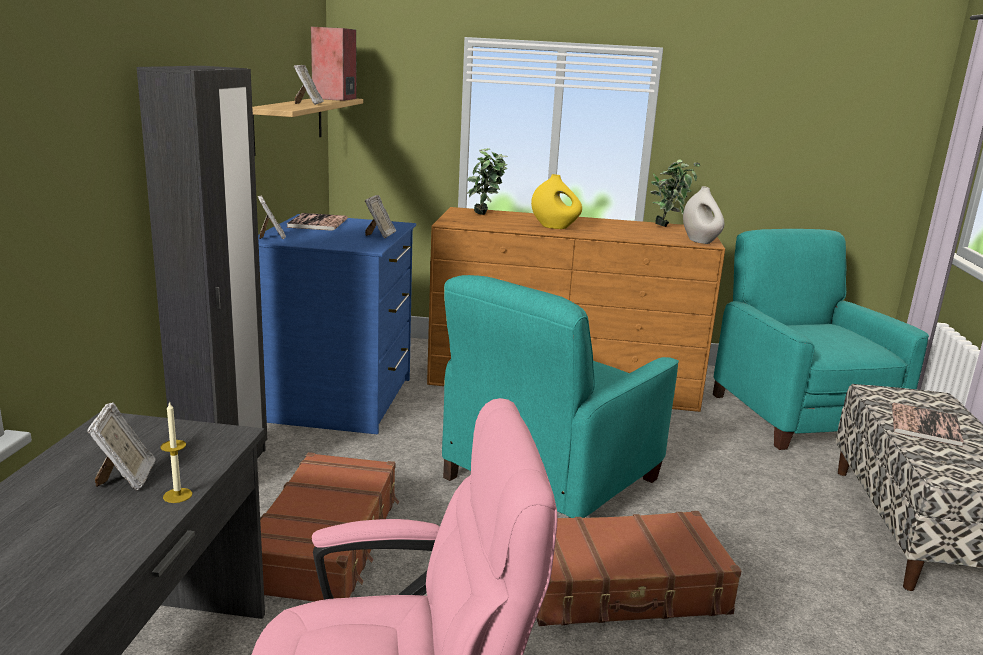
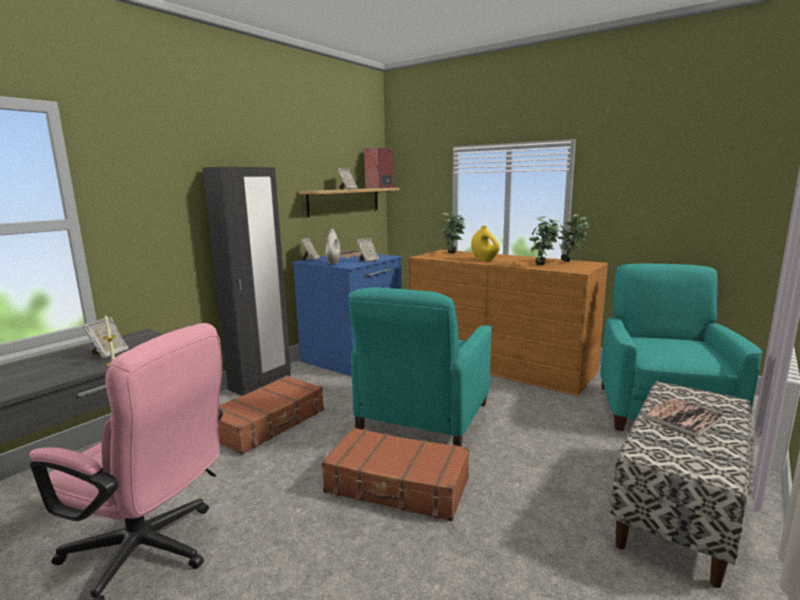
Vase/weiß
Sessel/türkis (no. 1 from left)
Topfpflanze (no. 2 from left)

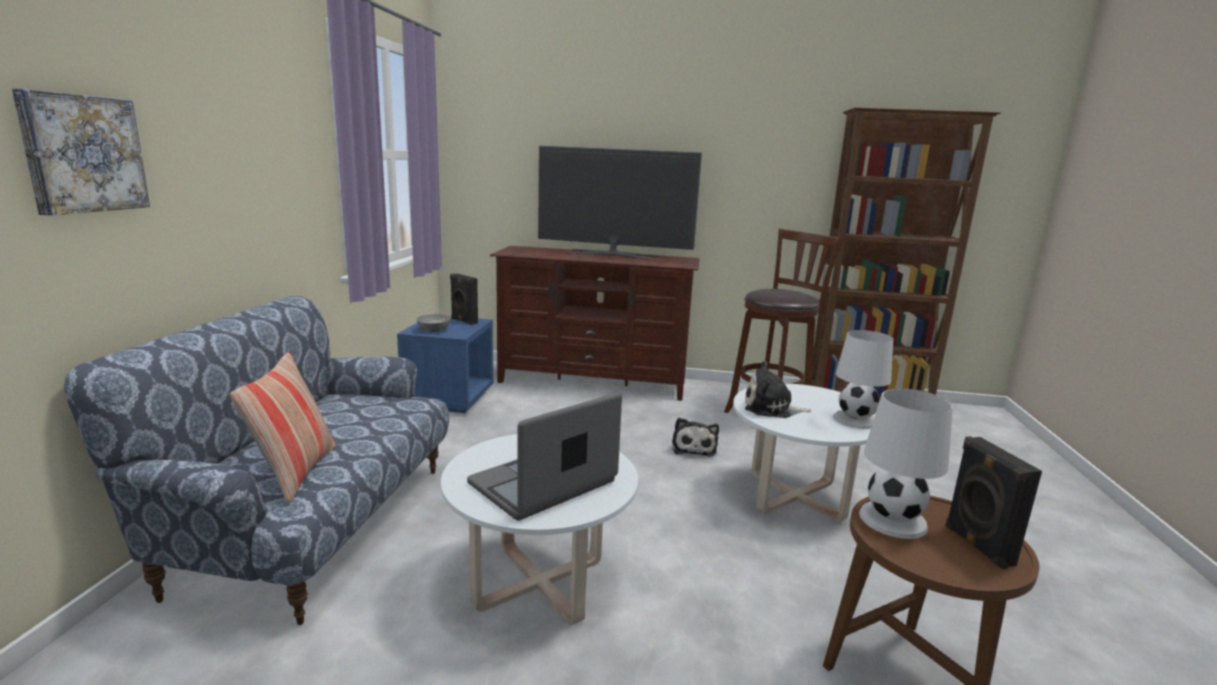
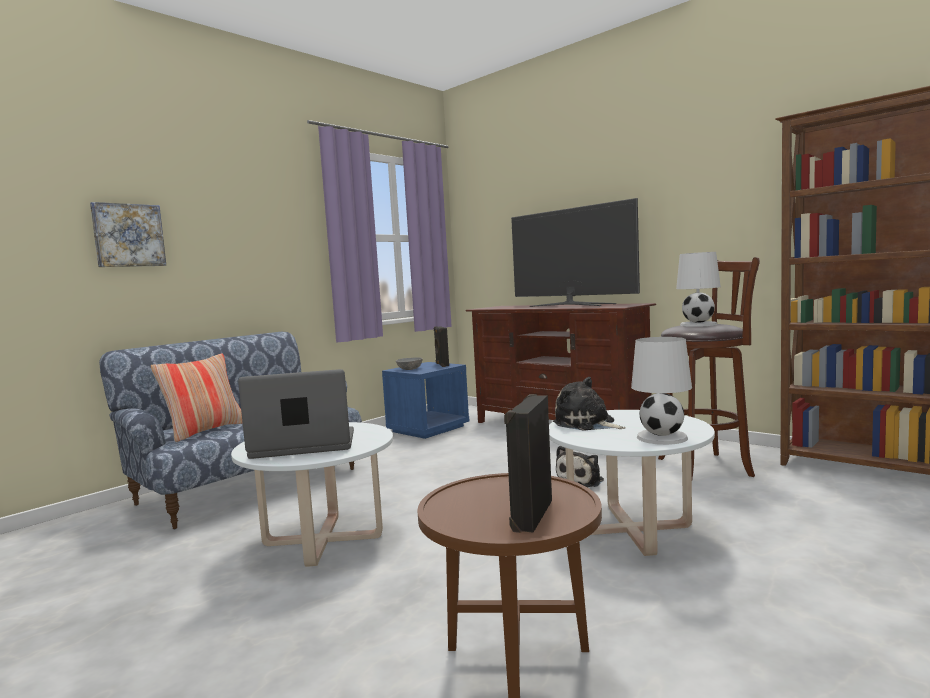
Tischlampe/weiß (no. 2 from left)

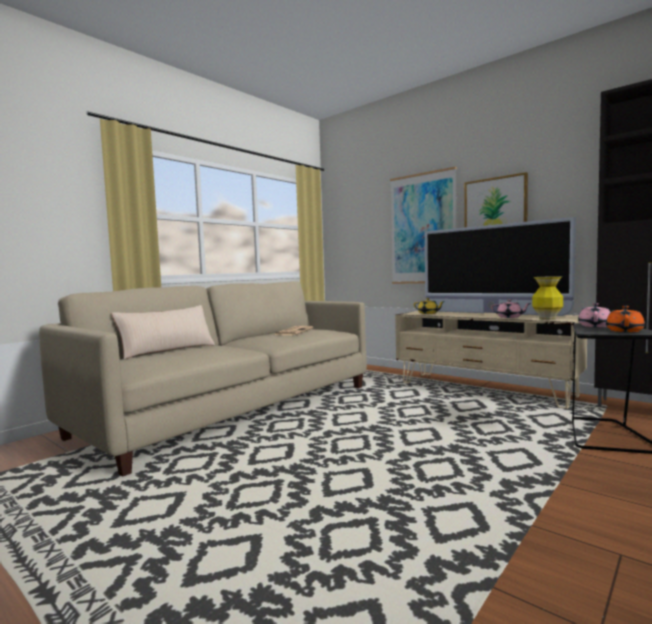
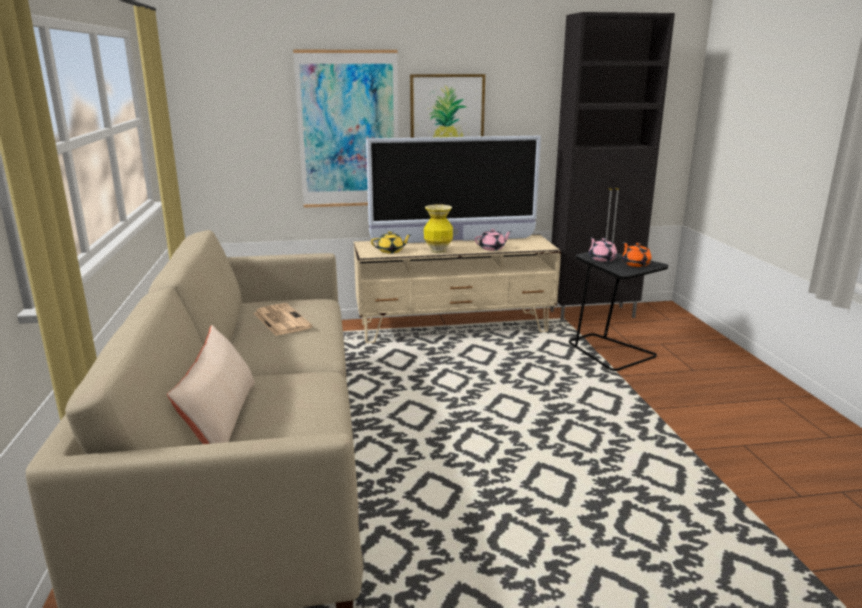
Vase

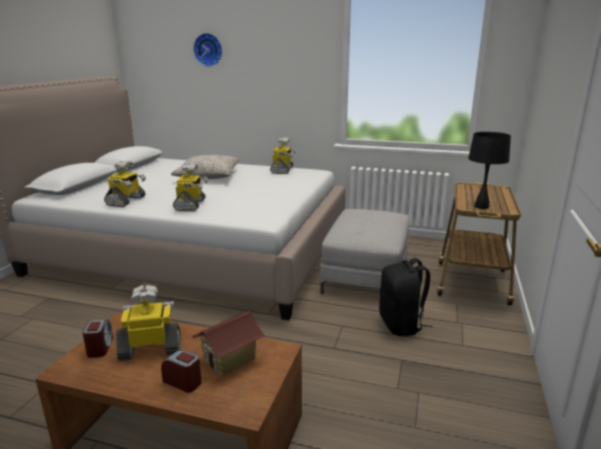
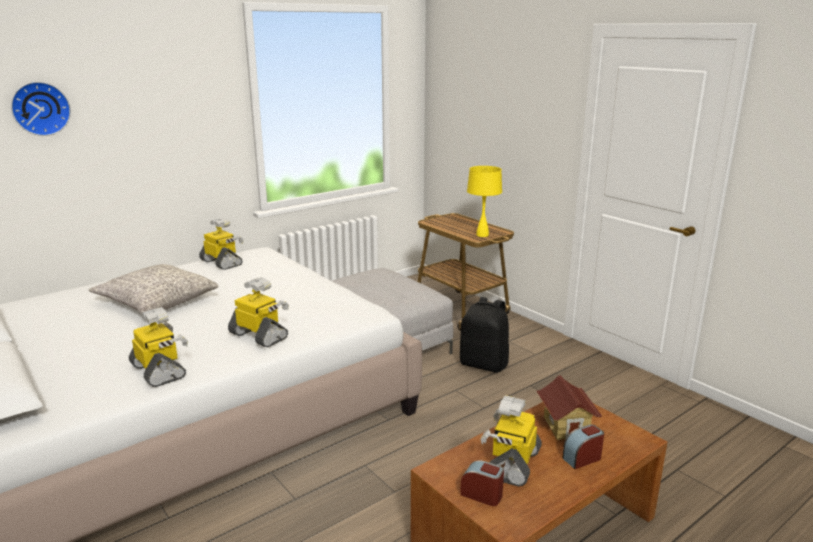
Tischlampe/gelb

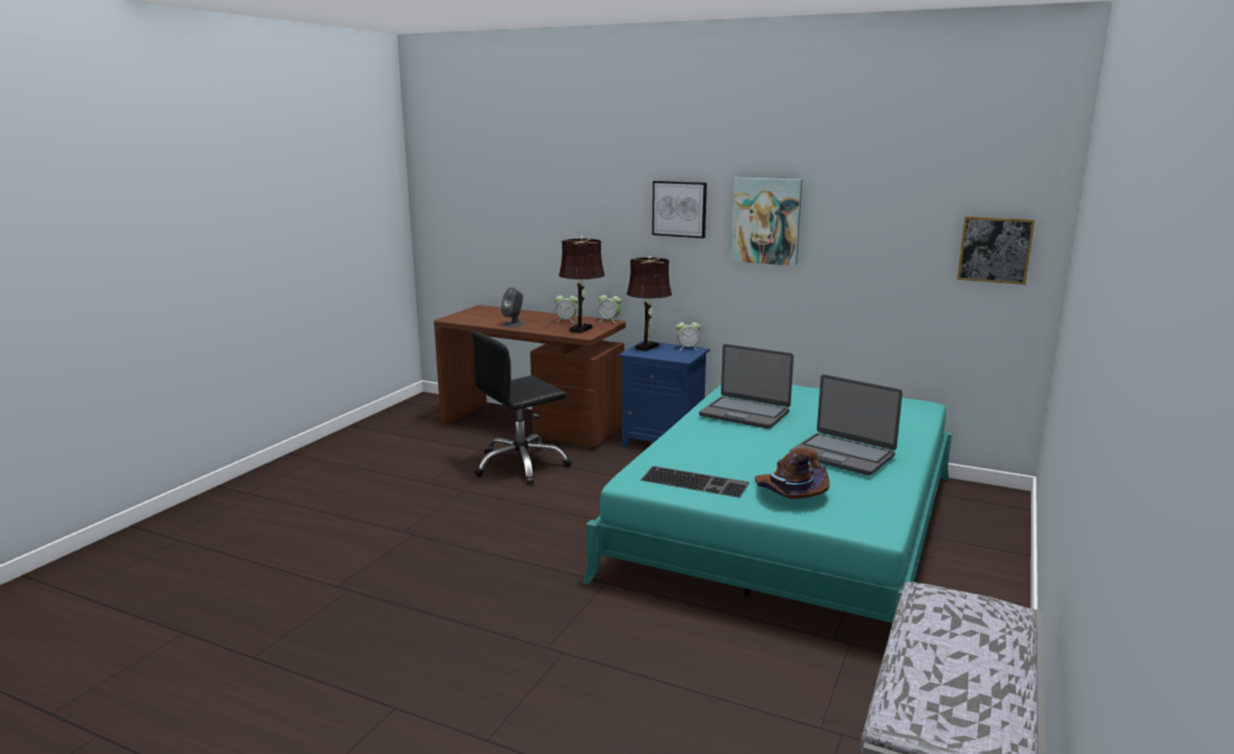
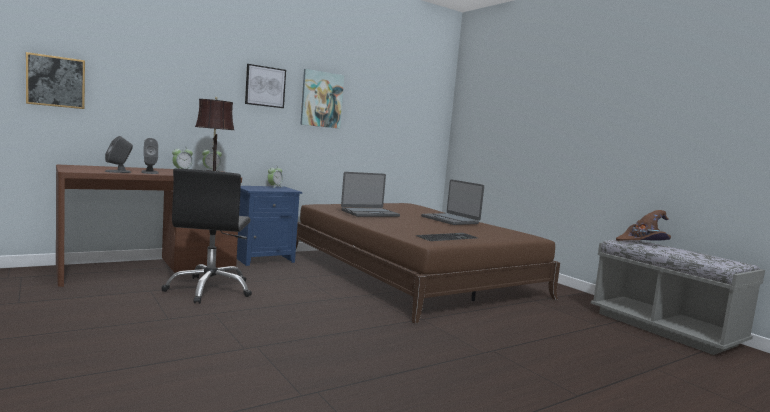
Bild (no. 1 from left)
Lautsprecher/grau (no. 1 from left)
Bett/braun
Laptop (no. 2 from left)
Hut/braun
Tischlampe/braun (no. 2 from left in the first image)

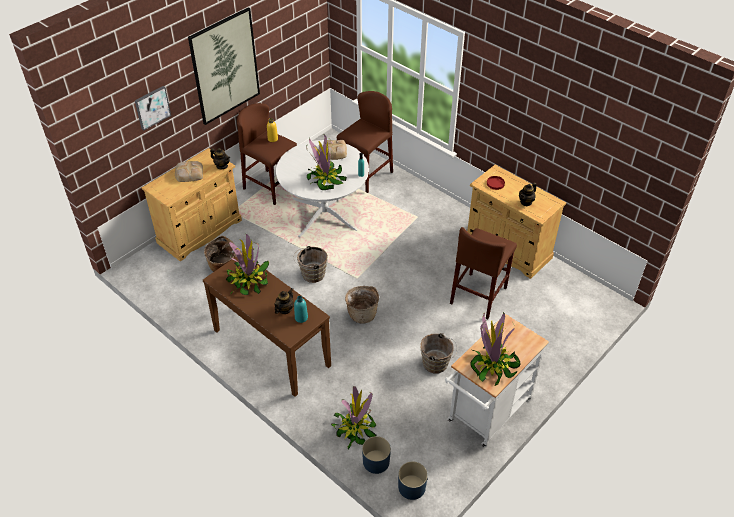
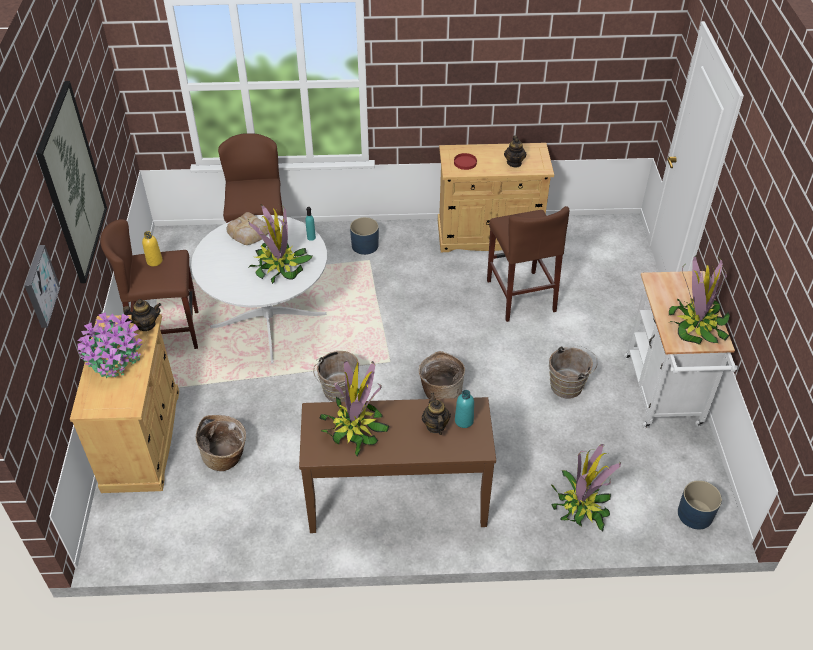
Topfpflanze (no. 1 from left)
Pflanzkübel/blau (no. 1 from left)

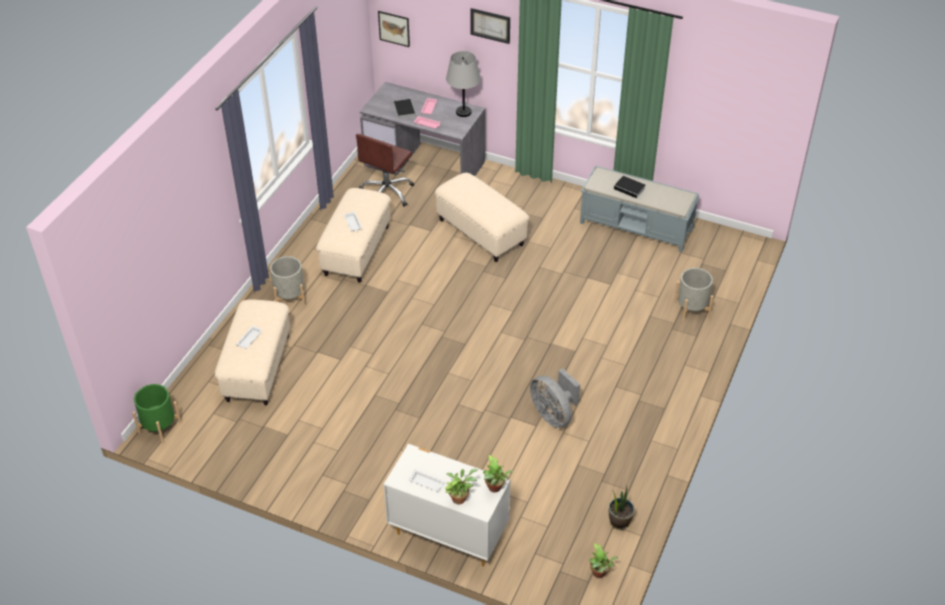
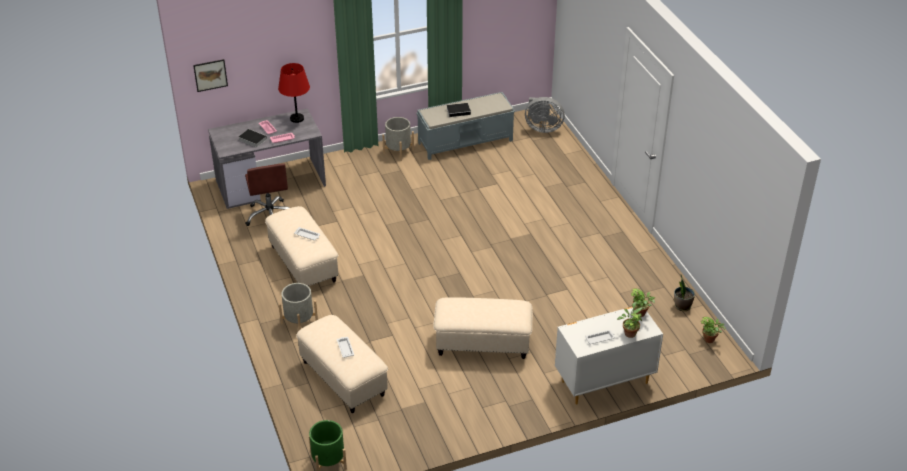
Tischlampe/rot
Pflanzkübel/grau (no. 2 from left)
Polsterhocker/beige (no. 3 from left)
Ventilator/grau
Bild (no. 2 from left in the first image)

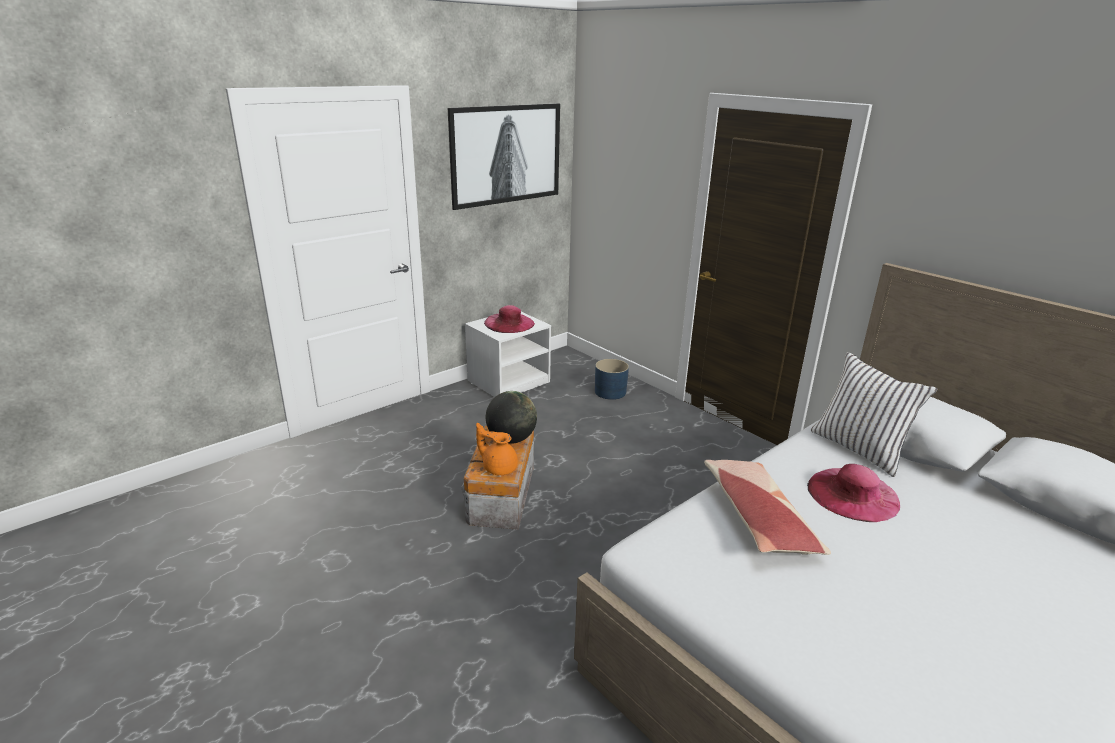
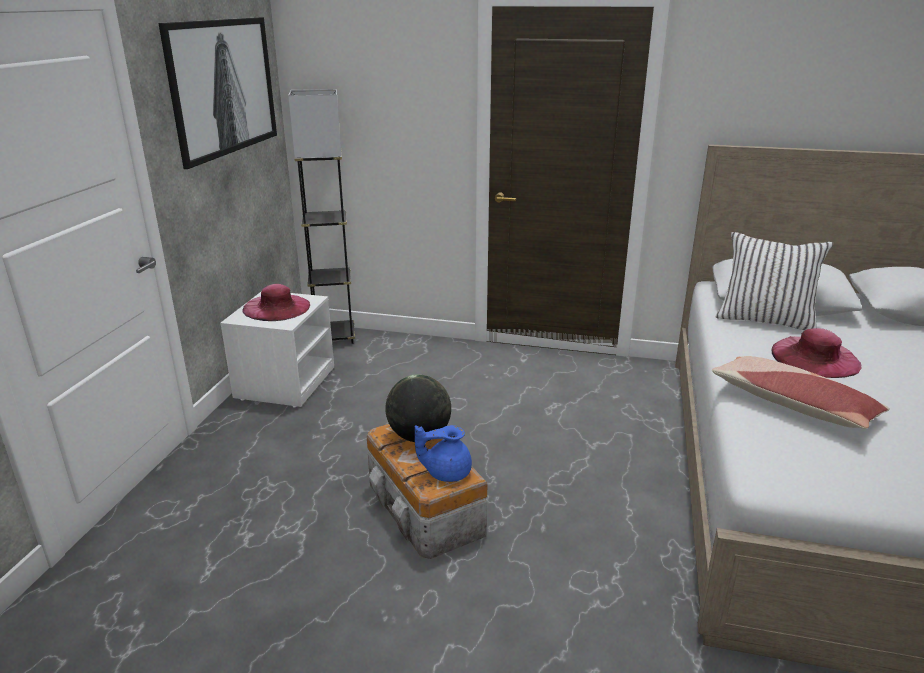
Stehlampe/grau
Teekanne/blau
Pflanzkübel/blau

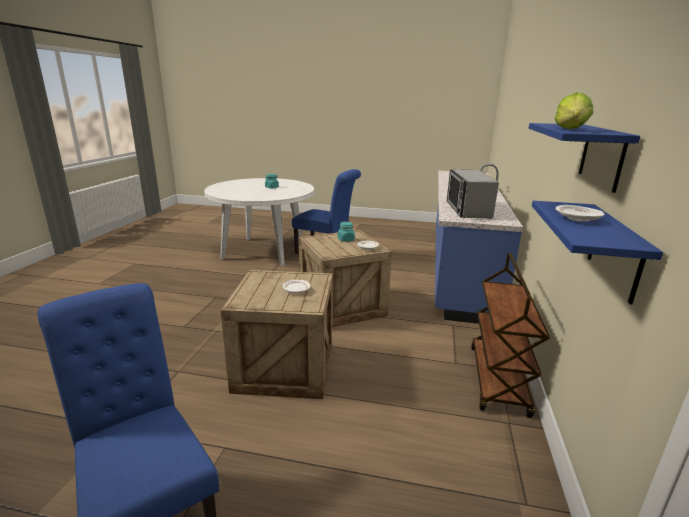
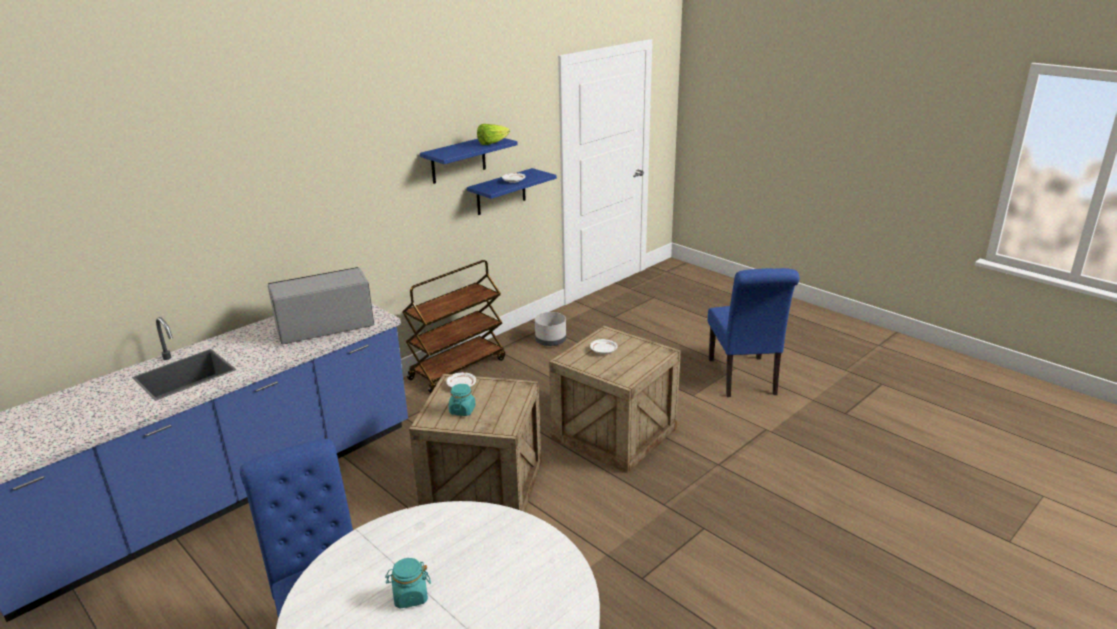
Mikrowelle
Pflanzkübel/grau

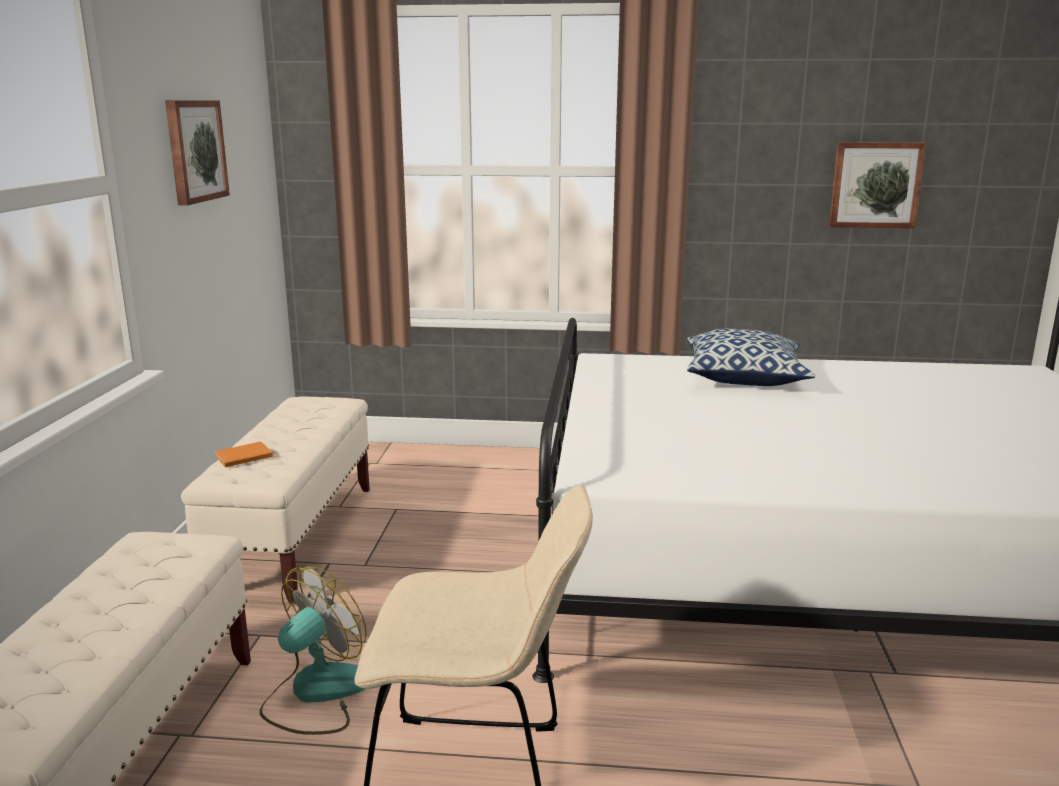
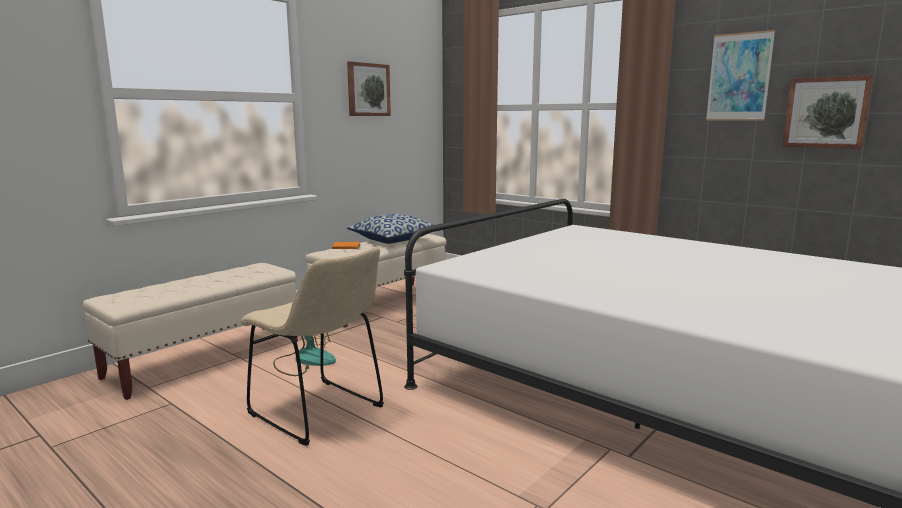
Kissen
Bild (no. 2 from left)

